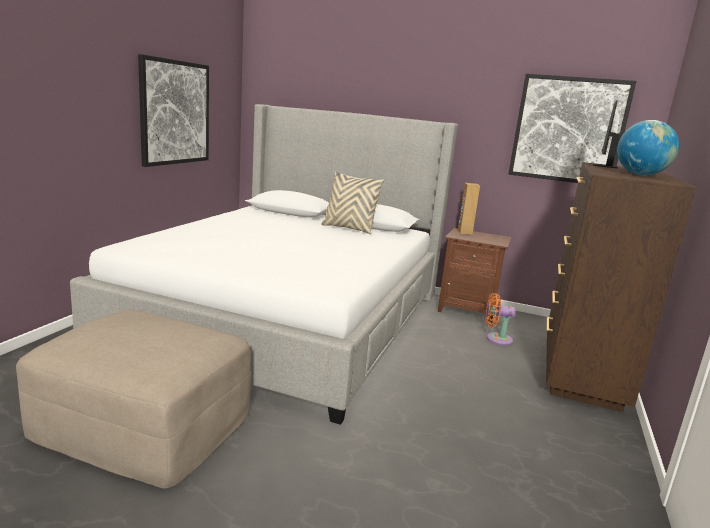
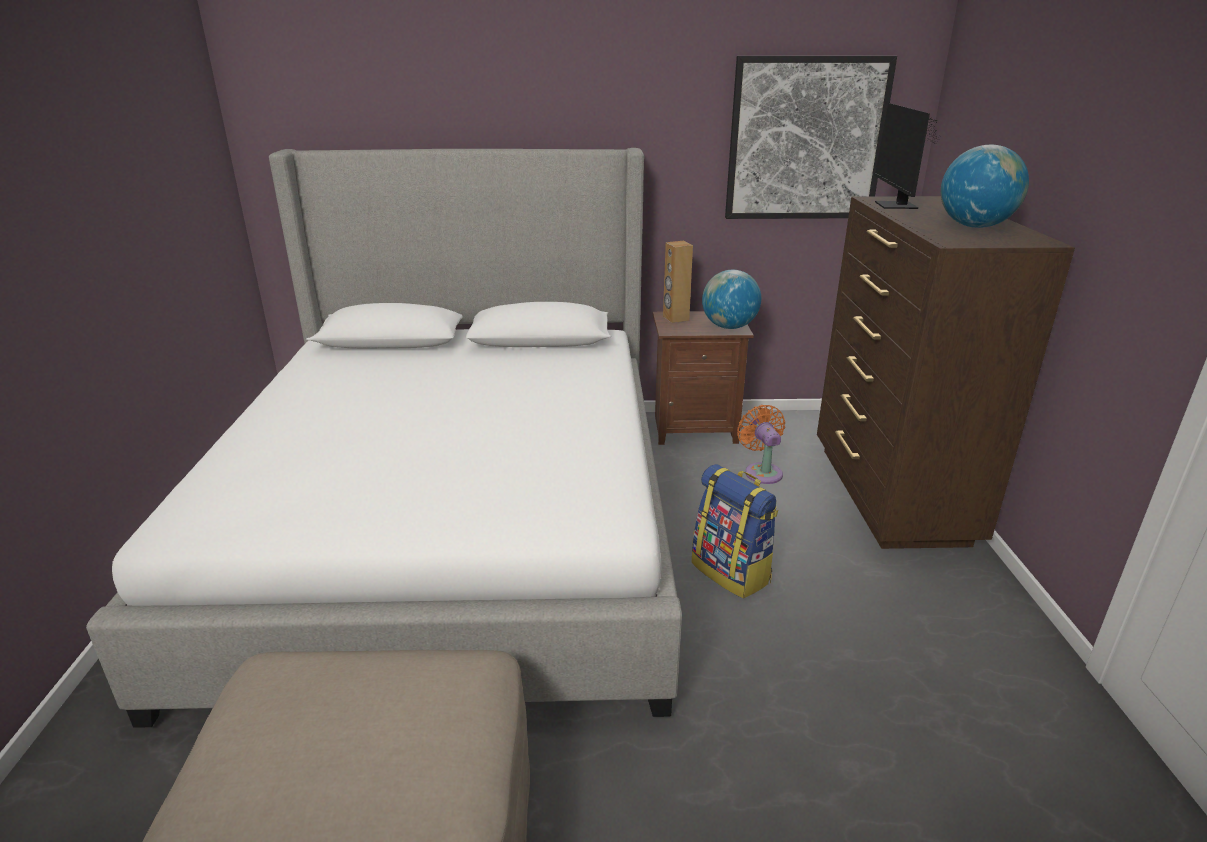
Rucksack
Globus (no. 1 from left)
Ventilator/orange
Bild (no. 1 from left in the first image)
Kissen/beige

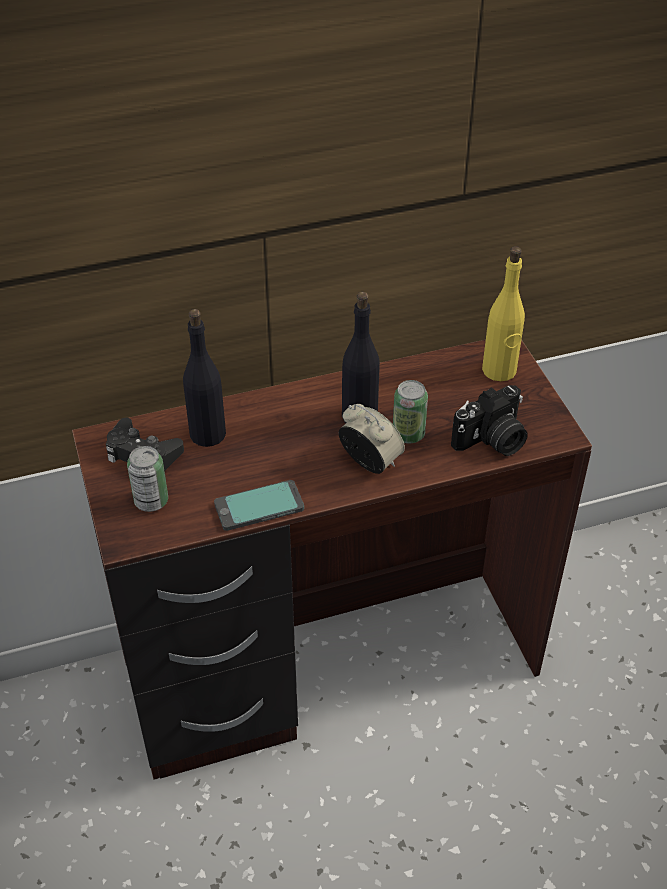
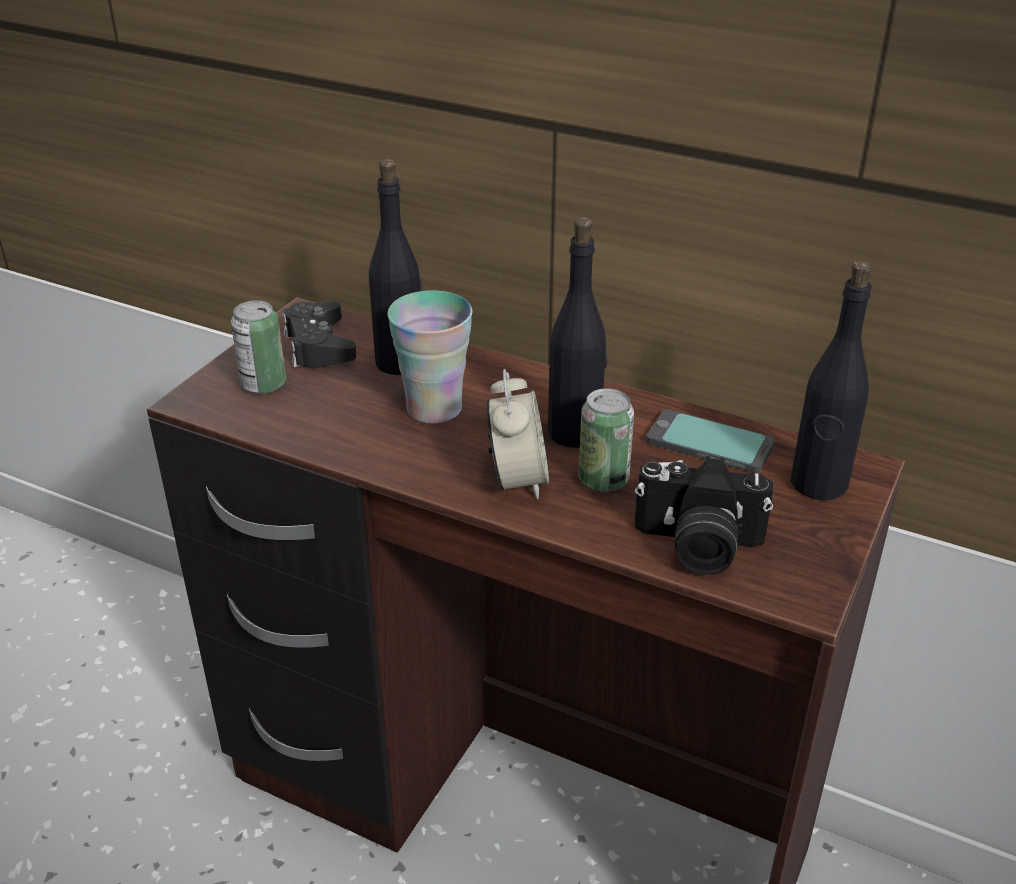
Tasse
Handy
Flasche/schwarz (no. 3 from left)

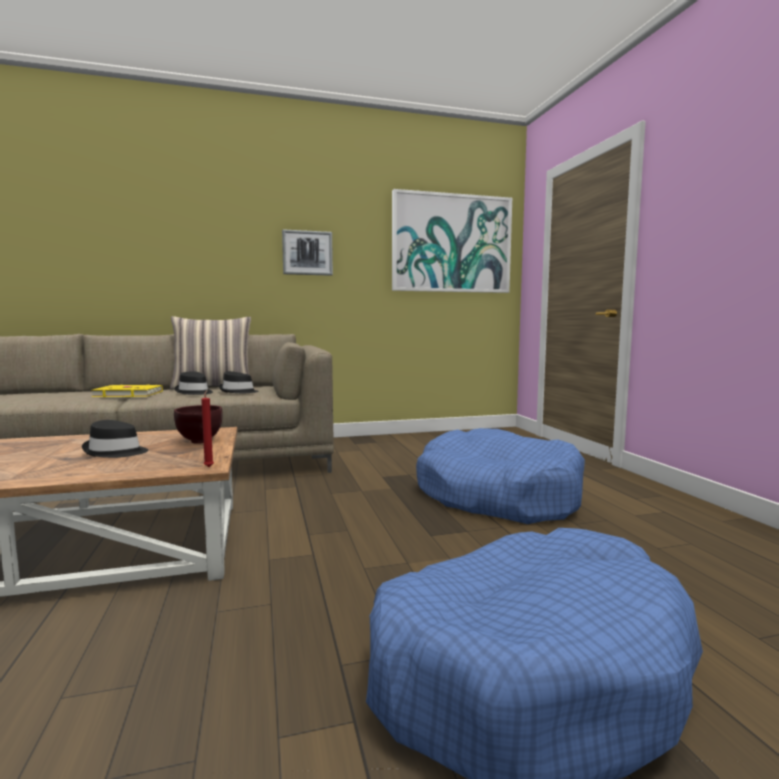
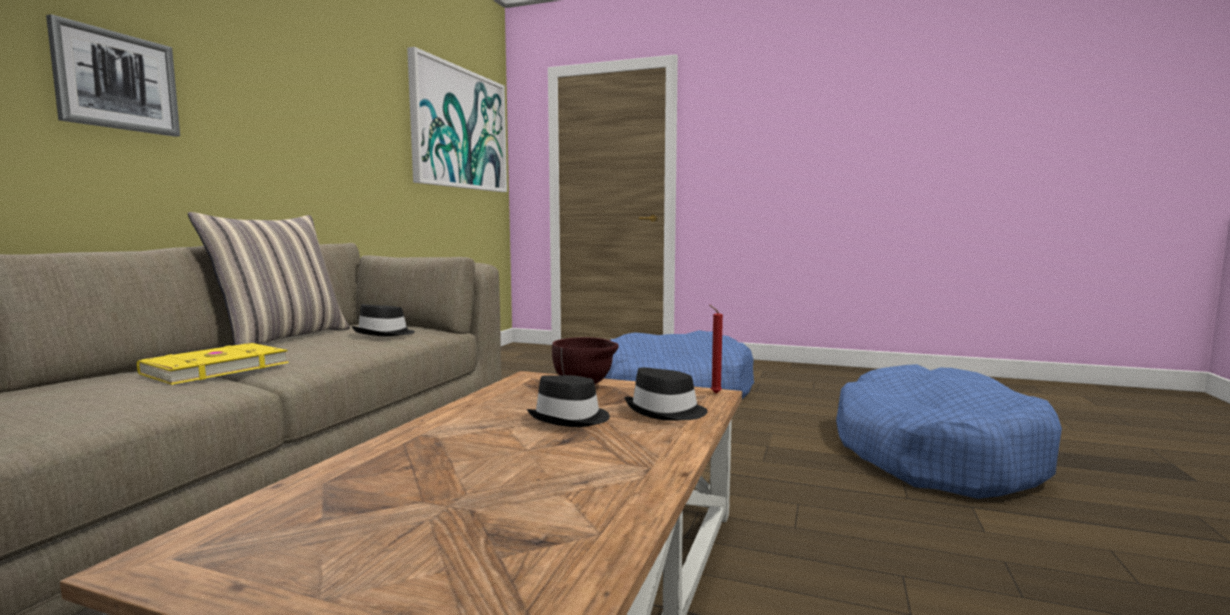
Bild (no. 1 from left)
Hut/schwarz (no. 3 from left)

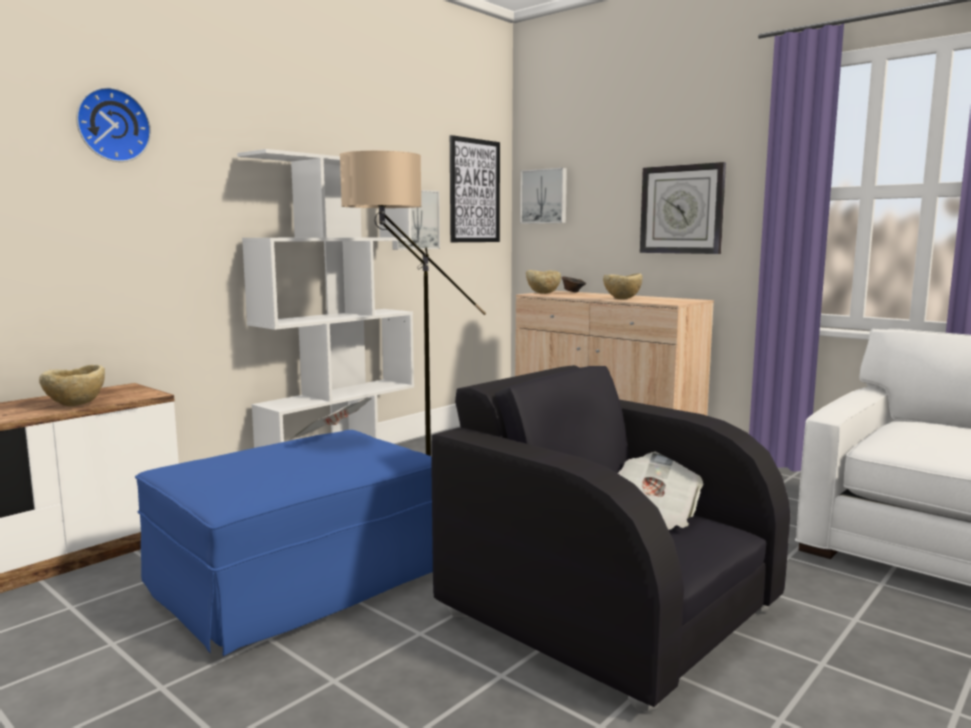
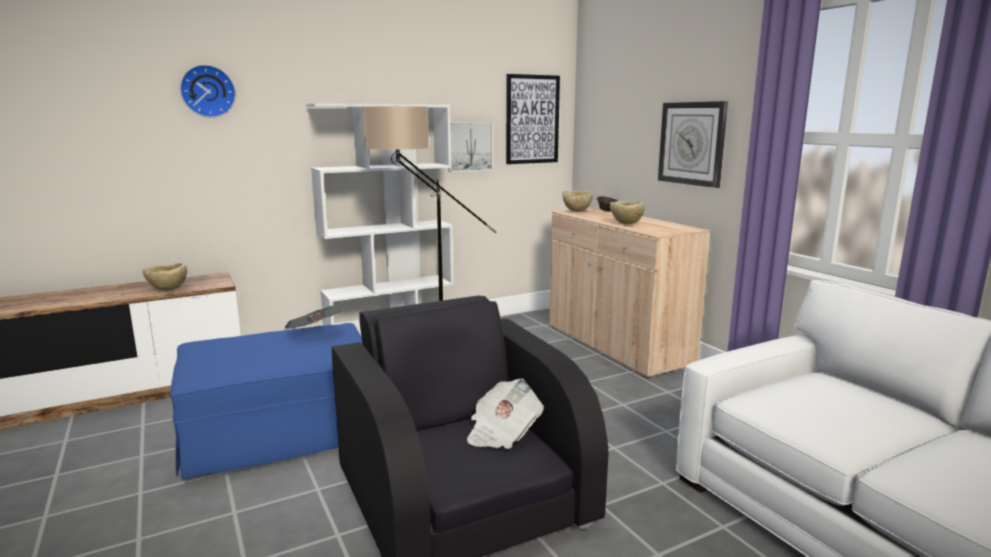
Bild (no. 3 from left in the first image)

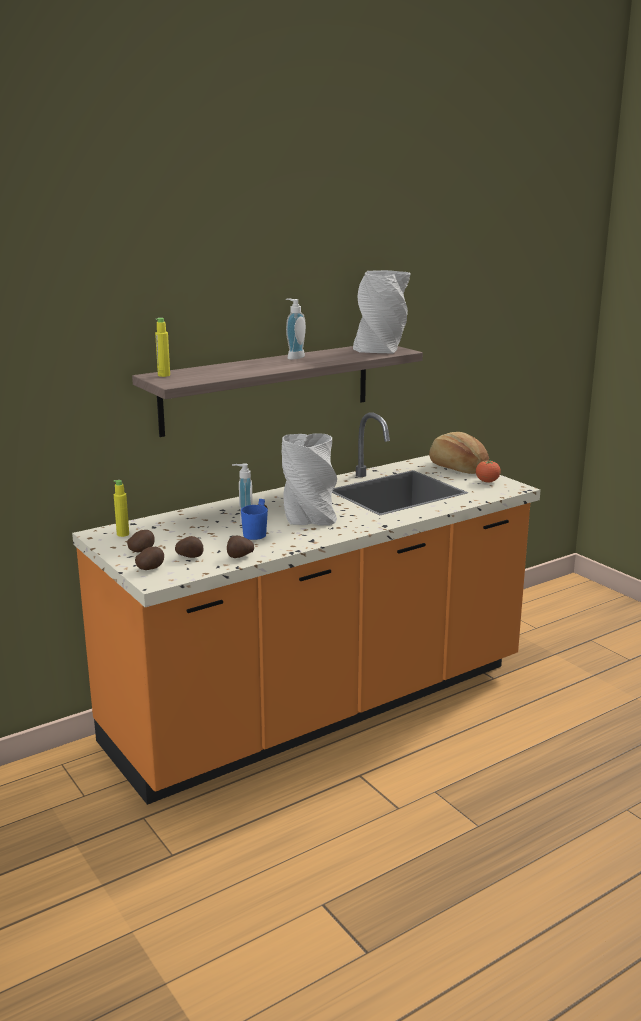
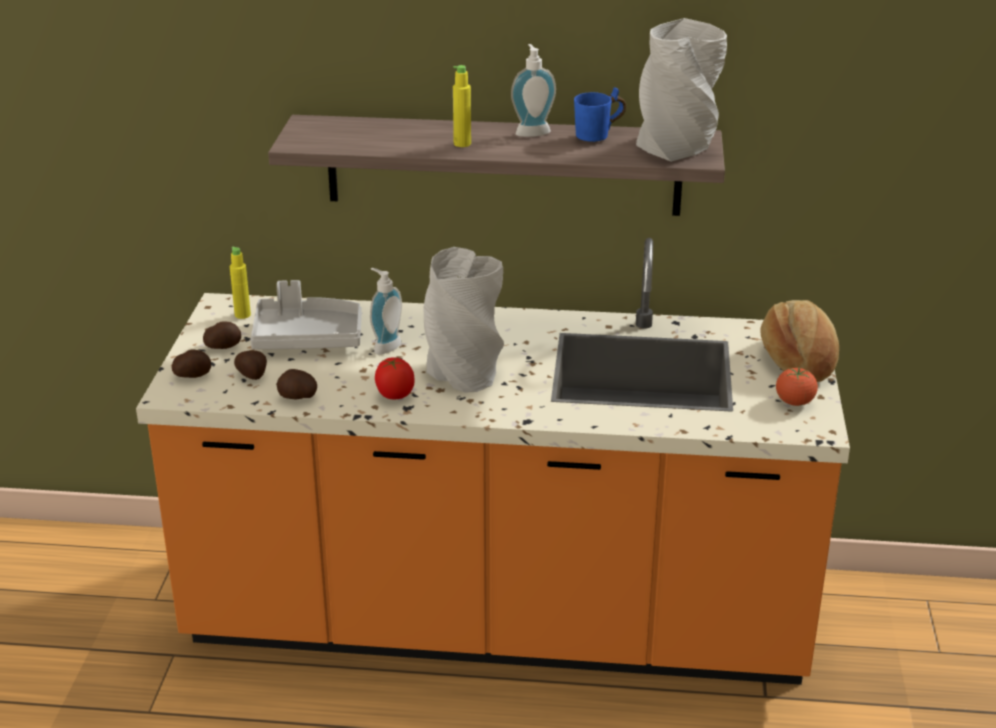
Tablett/grau
Tomate (no. 1 from left)
Flasche/gelb (no. 2 from left)
Henkelbecher/blau

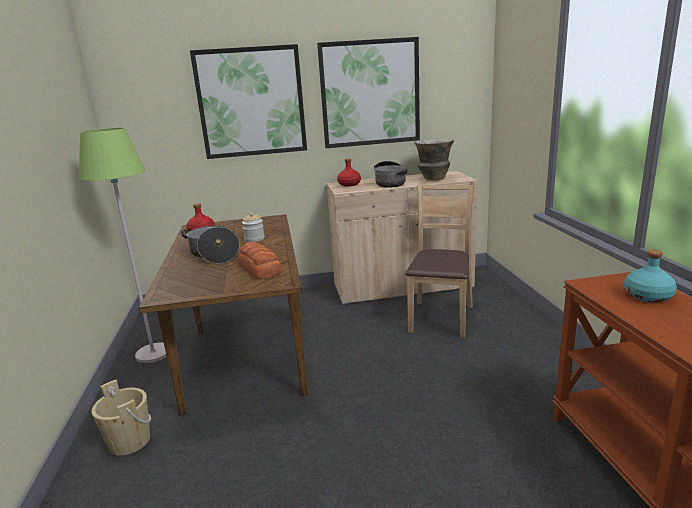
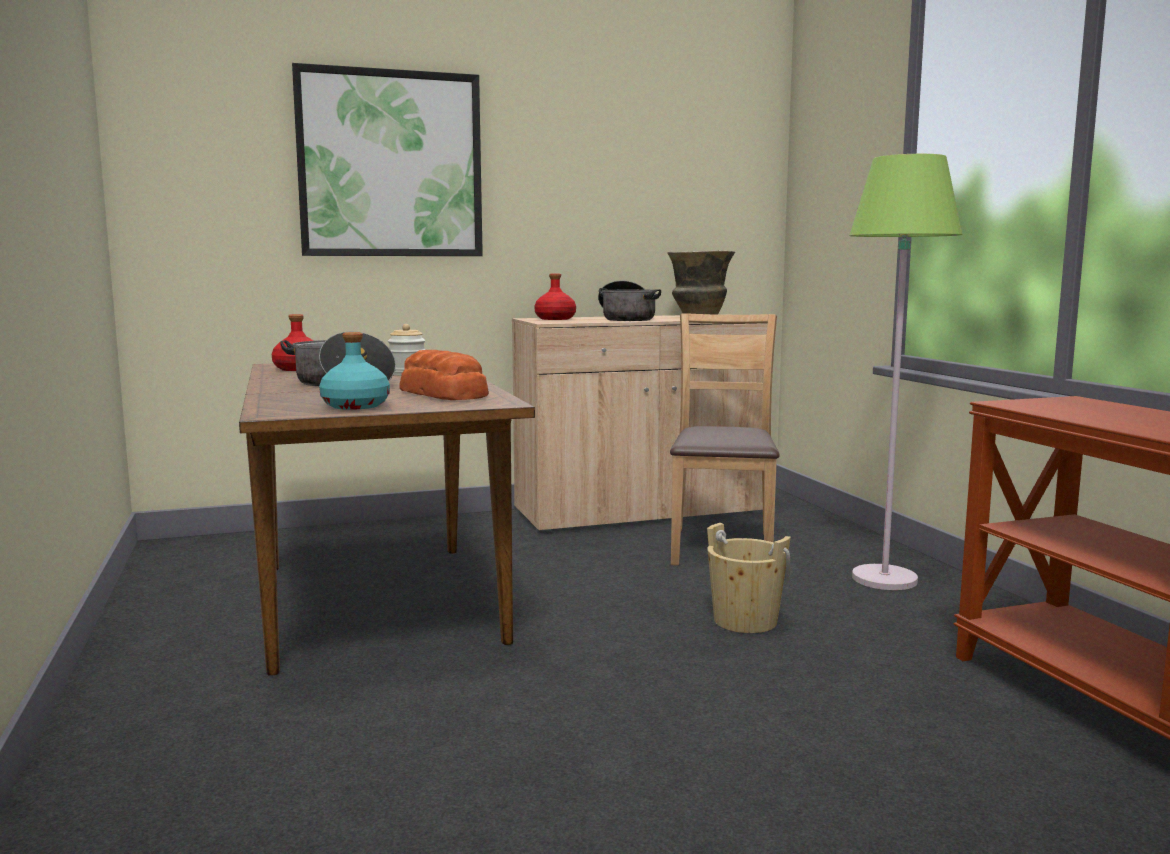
Flasche/türkis
Eimer/beige
Stehlampe/grün
Bild (no. 2 from left in the first image)

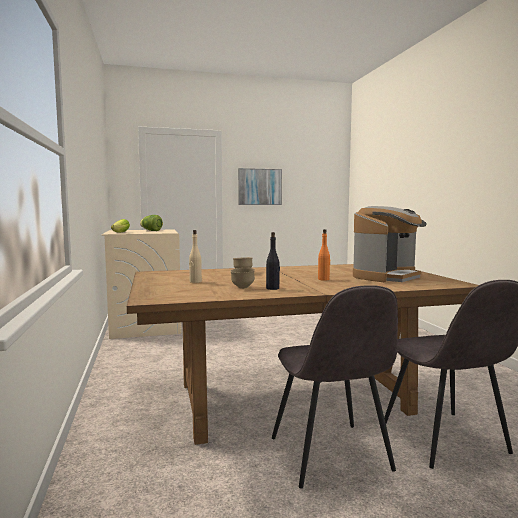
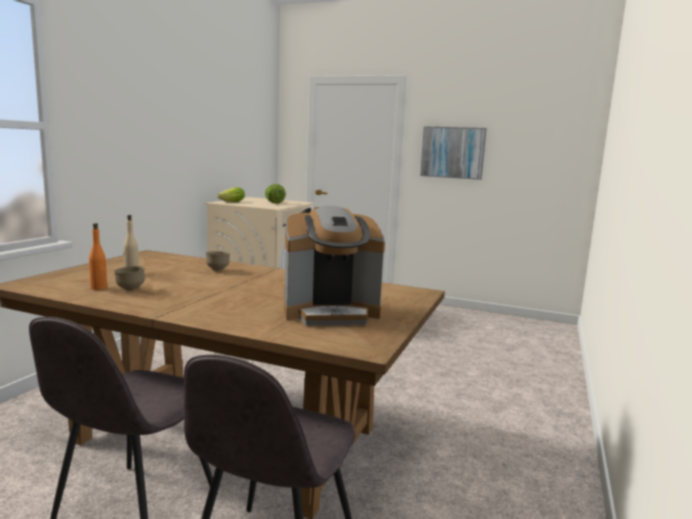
Flasche/orange
Flasche/schwarz

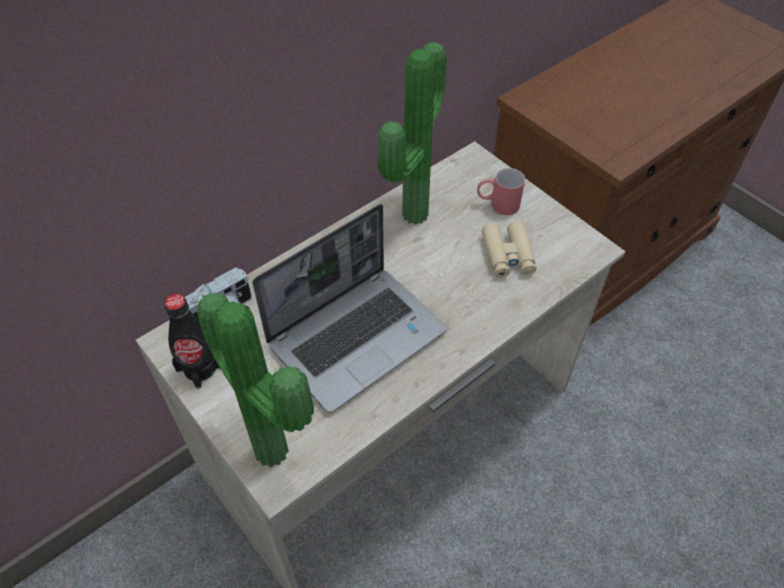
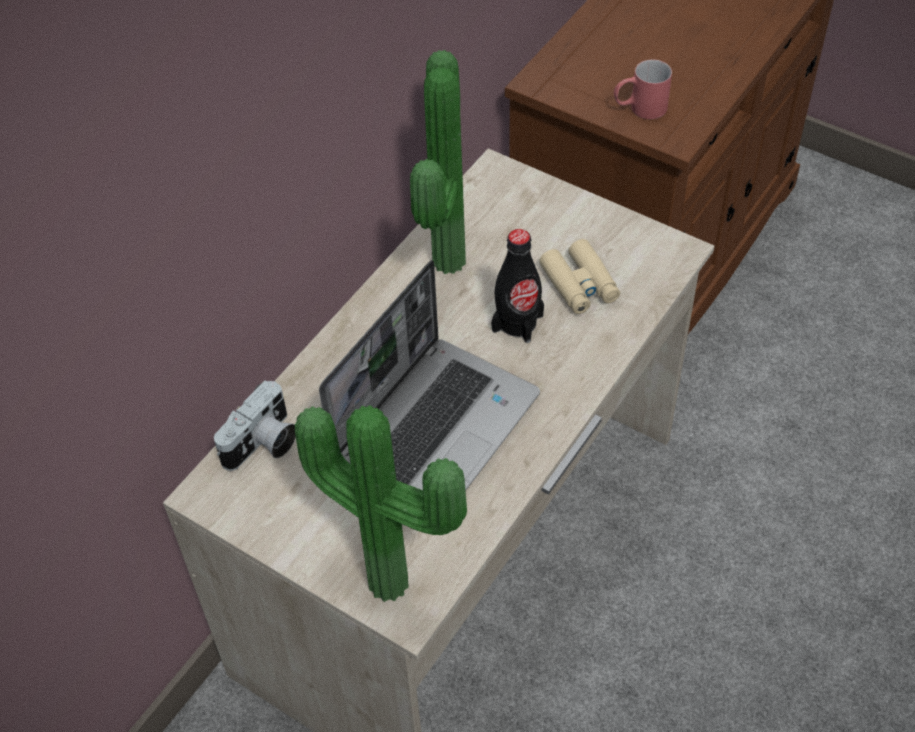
Flasche/schwarz
Henkelbecher/rot

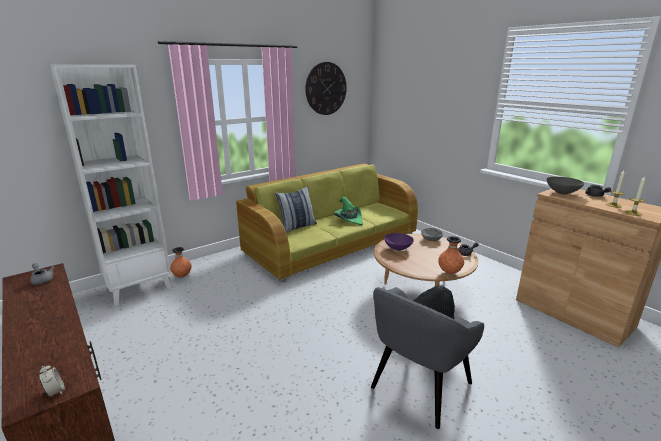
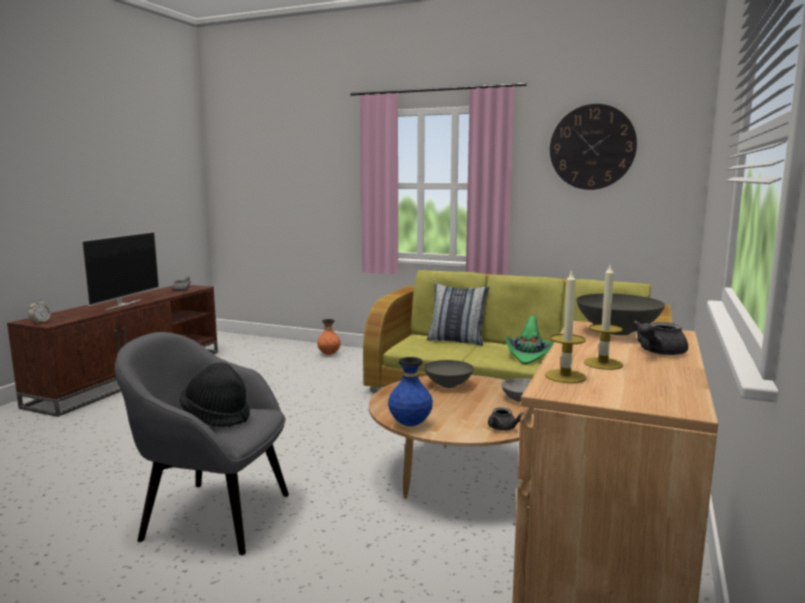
Fernseher
Vase/blau
Schüssel/grau (no. 1 from left)
Bücherregal/weiß

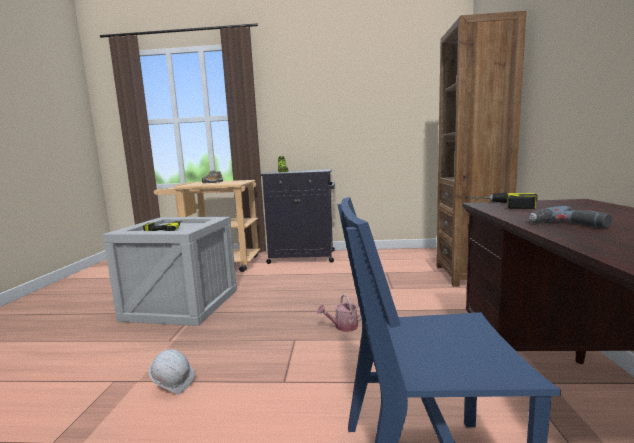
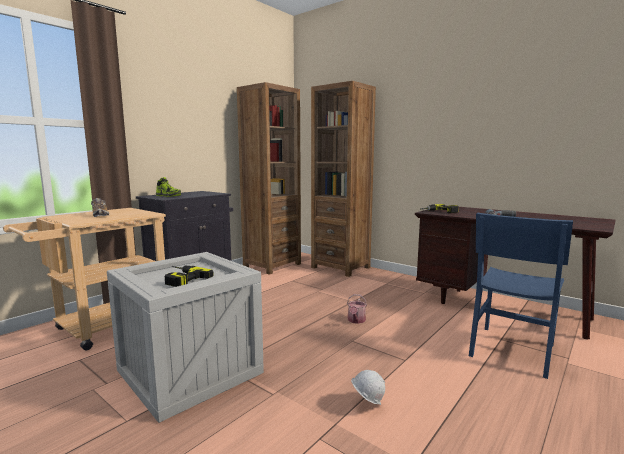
Bücherregal/braun (no. 1 from left)

